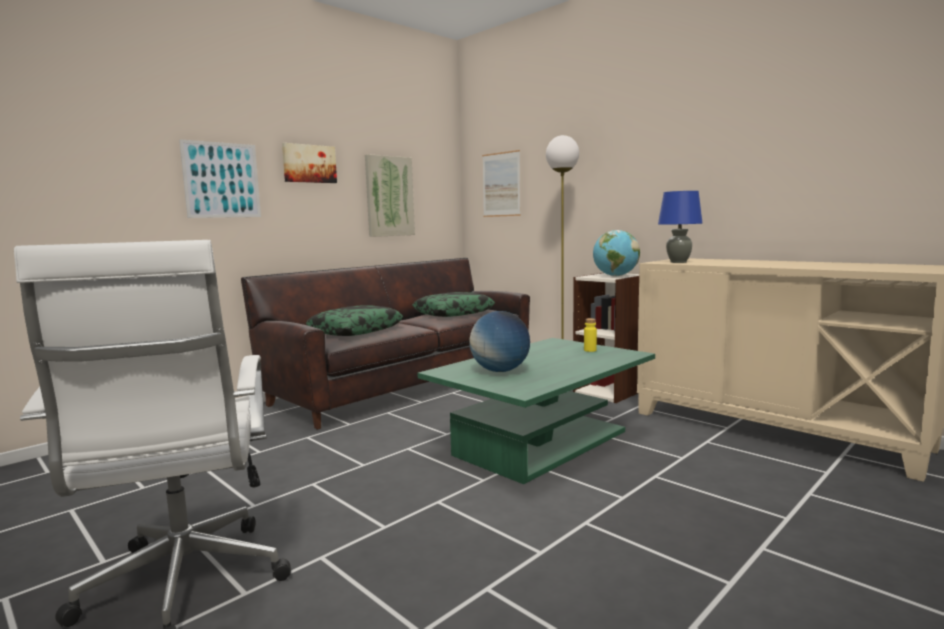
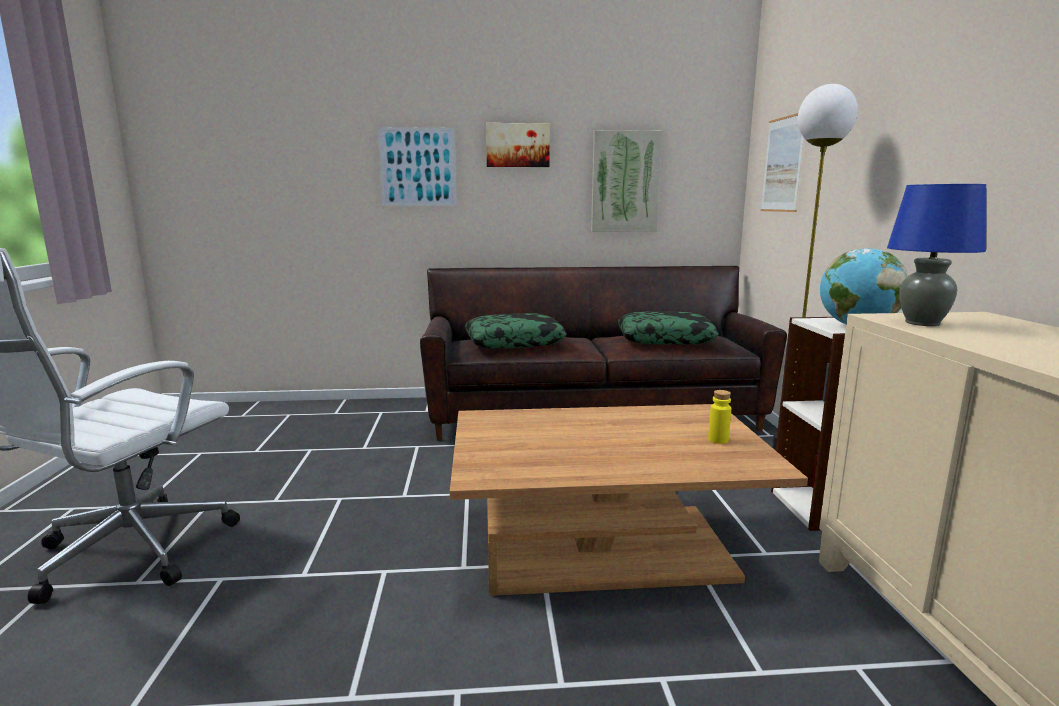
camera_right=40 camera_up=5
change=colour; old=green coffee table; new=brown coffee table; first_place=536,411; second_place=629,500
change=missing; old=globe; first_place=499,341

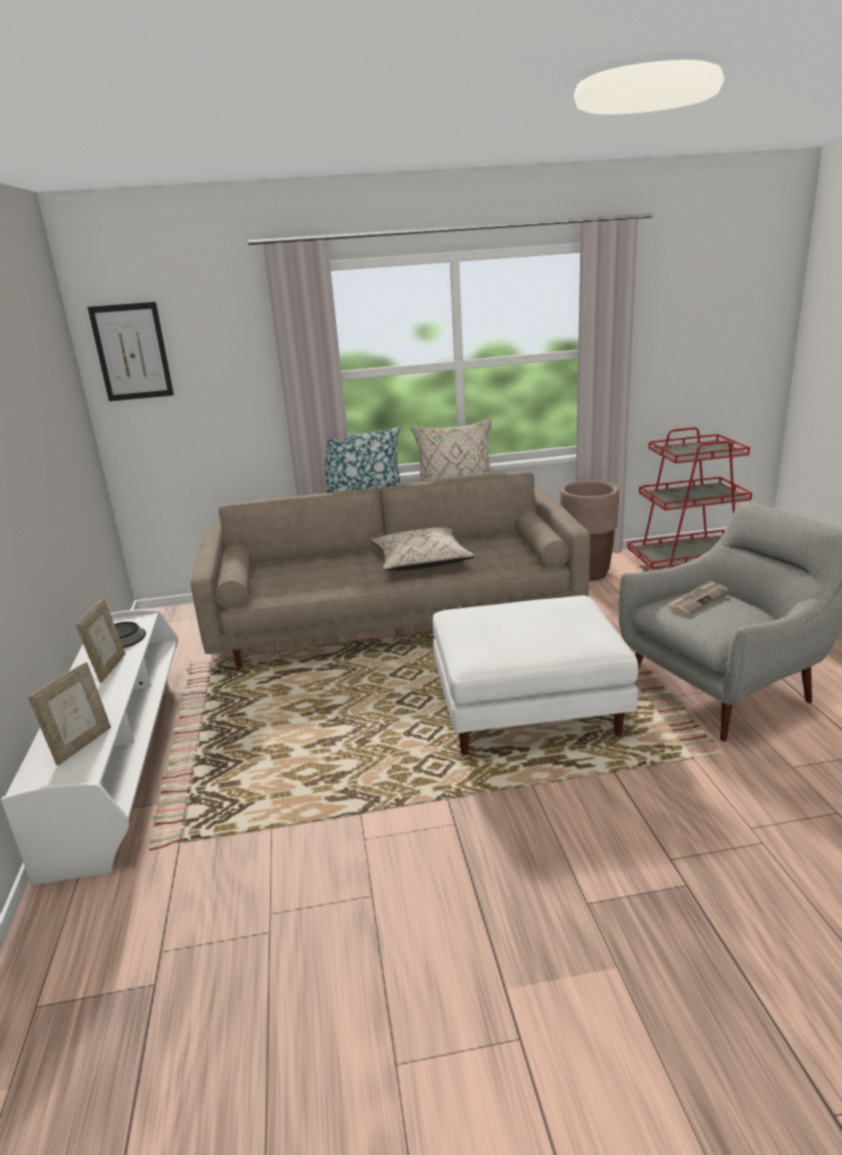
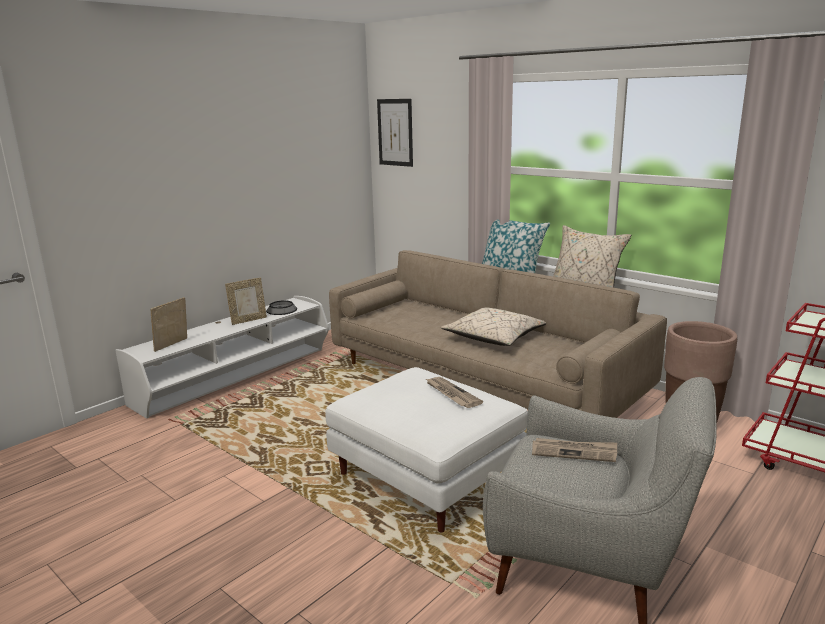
camera_right=50 camera_up=-5
change=spun; old=picture frame; first_place=69,714; second_place=168,324; degrees=135
change=appeared; new=newspaper; second_place=454,392

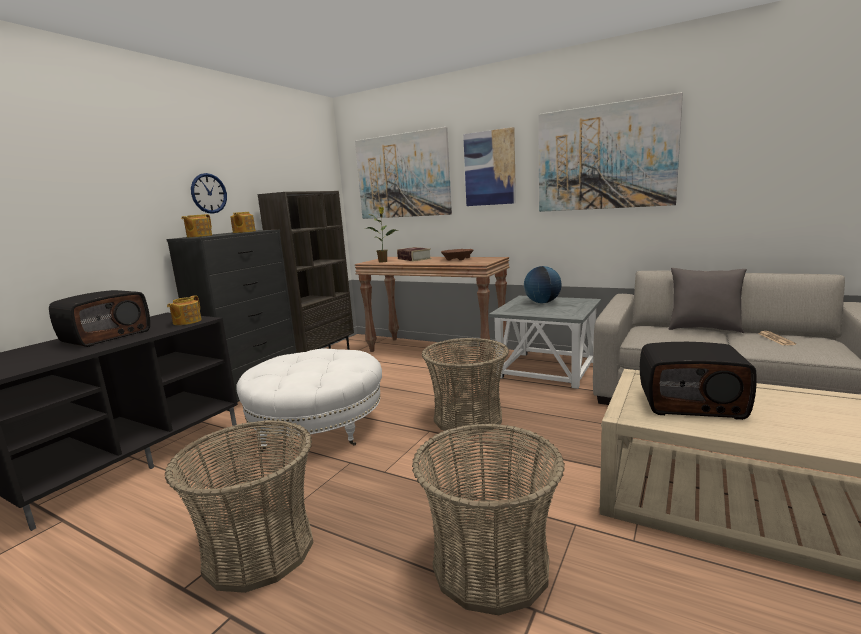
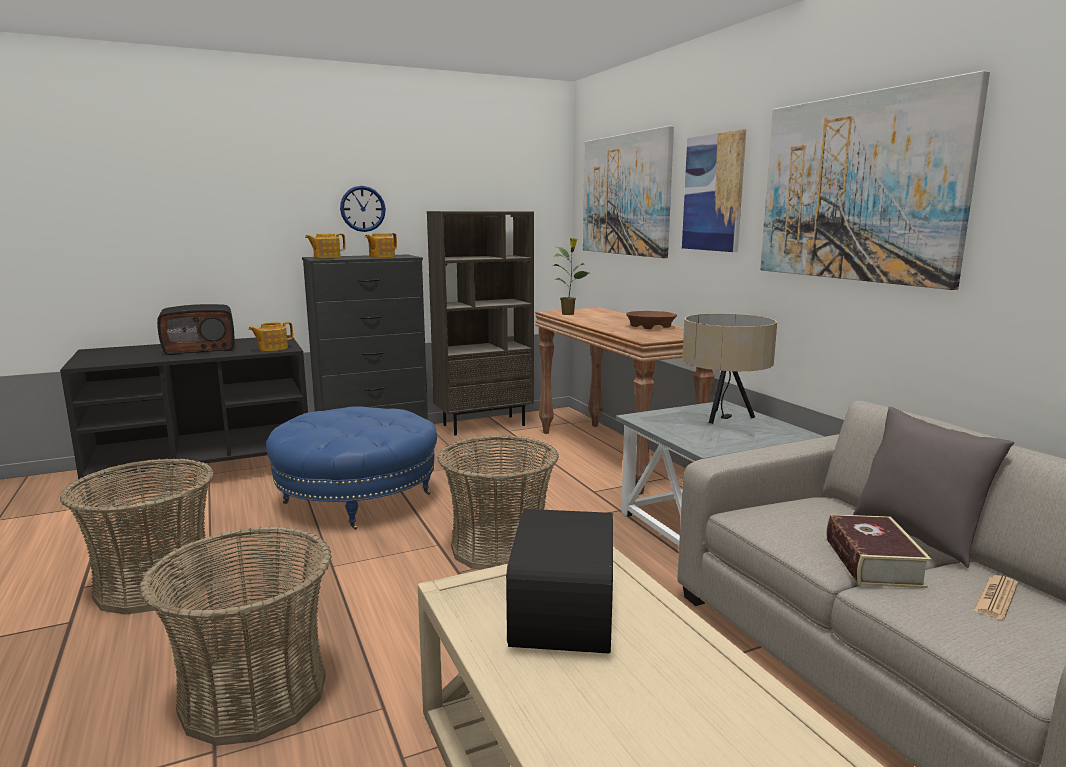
camera_right=35 camera_up=0
change=colour; old=white ottoman; new=blue ottoman; first_place=309,400; second_place=351,468
change=relocated; old=book; first_place=414,254; second_place=879,551
change=exchanged; old=globe; new=beige table lamp; first_place=543,284; second_place=729,368
change=spun; old=radio; first_place=698,381; second_place=559,581; degrees=-135

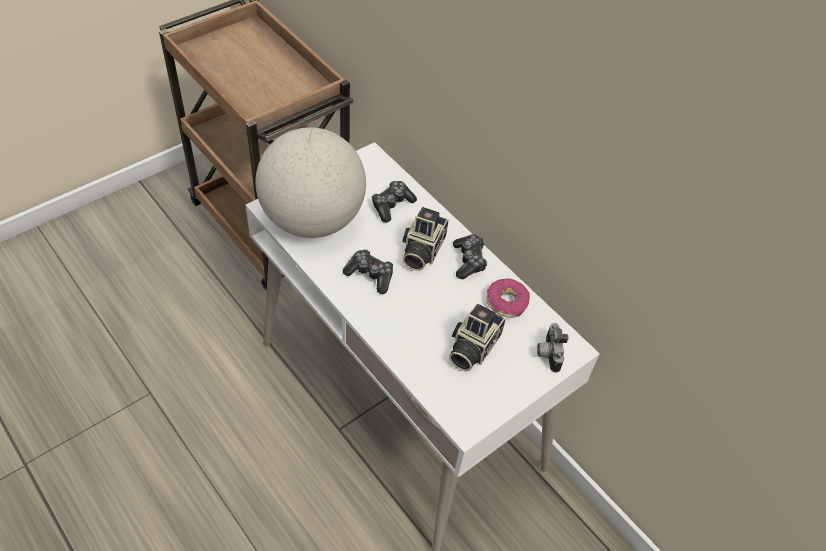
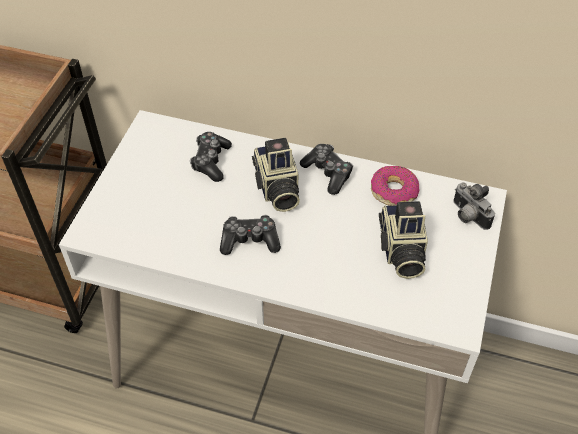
camera_right=-30 camera_up=0
change=missing; old=globe; first_place=310,182

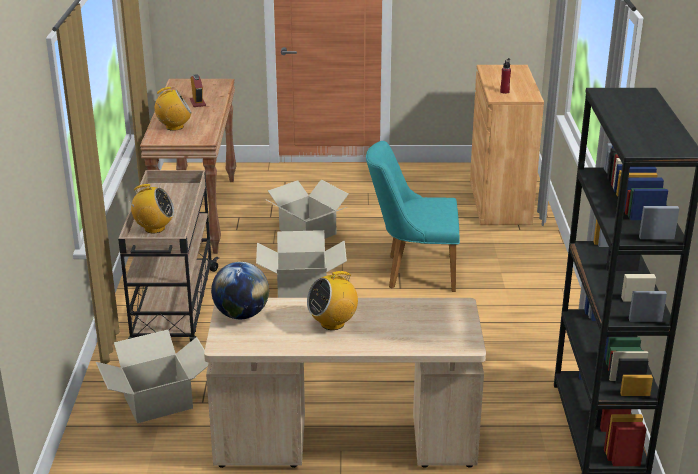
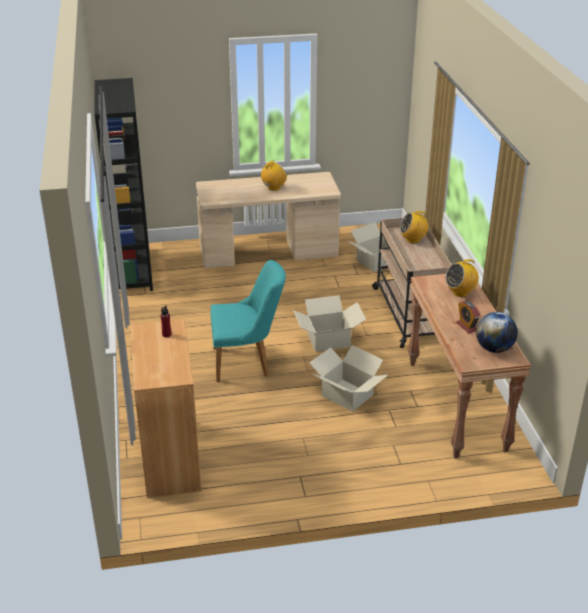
camera_right=170 camera_up=5
change=relocated; old=globe; first_place=240,290; second_place=497,332

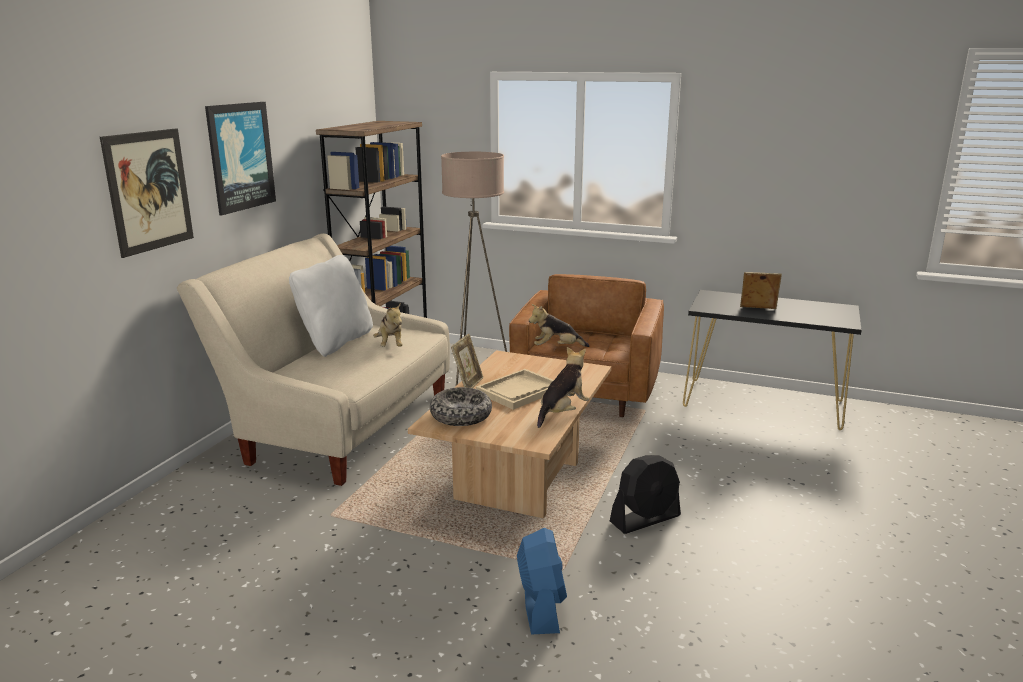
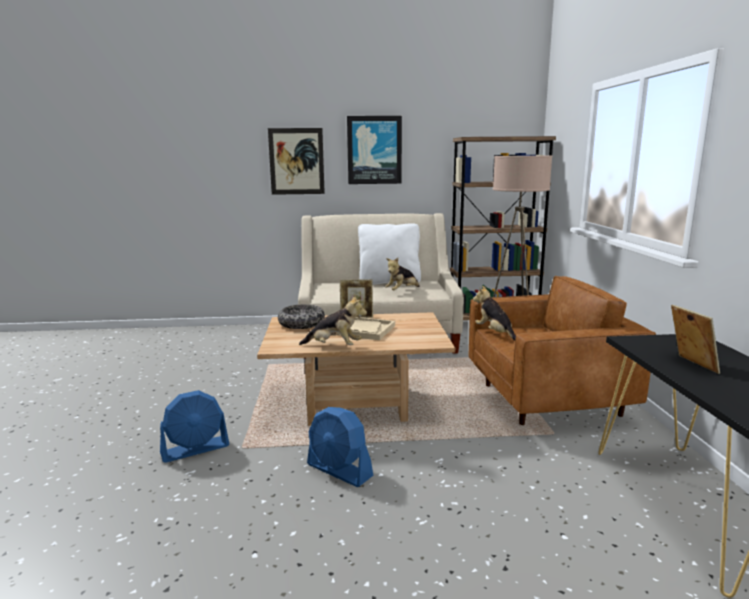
camera_right=65 camera_up=-5
change=colour; old=black fan; new=blue fan; first_place=645,494; second_place=340,447

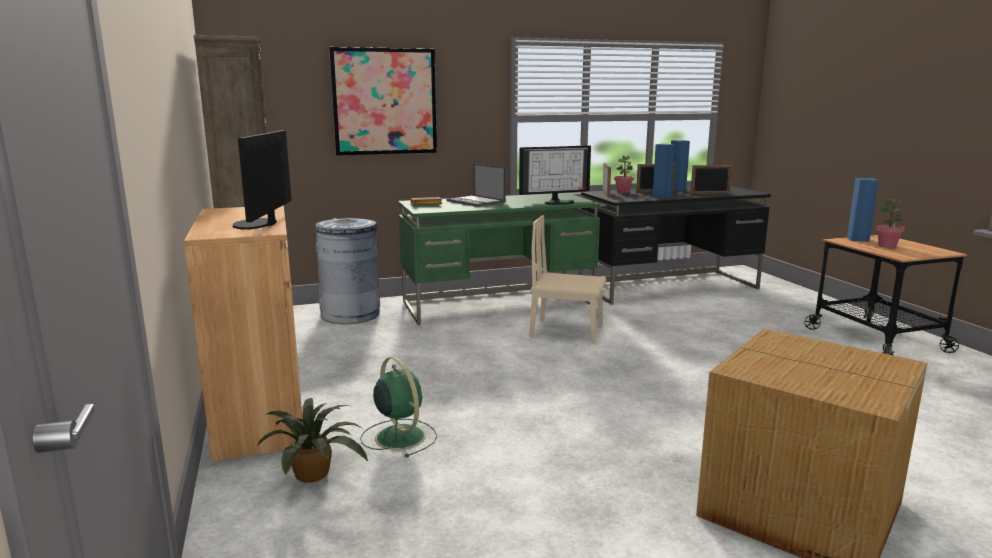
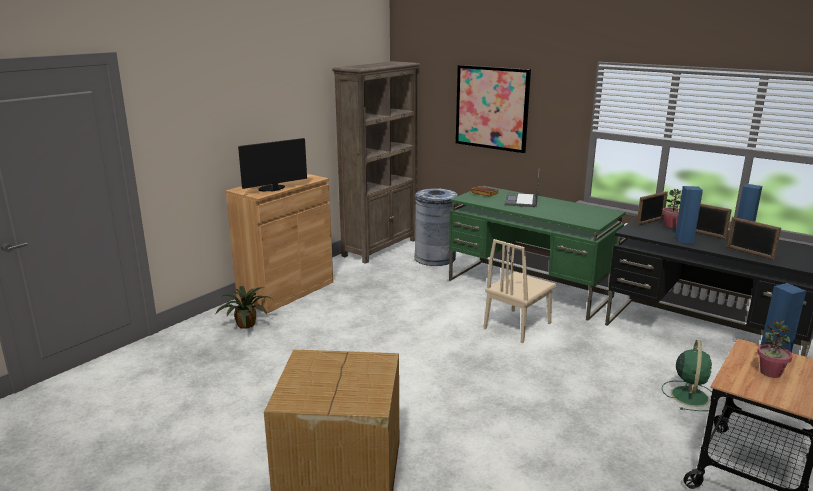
camera_right=55 camera_up=5
change=relocated; old=green fan; first_place=398,407; second_place=690,375
change=missing; old=monitor; first_place=555,175
change=spun; old=beige chair; first_place=567,279; second_place=519,291; degrees=-120

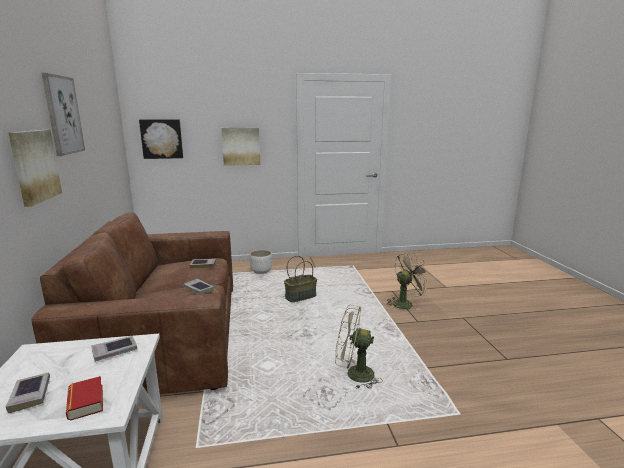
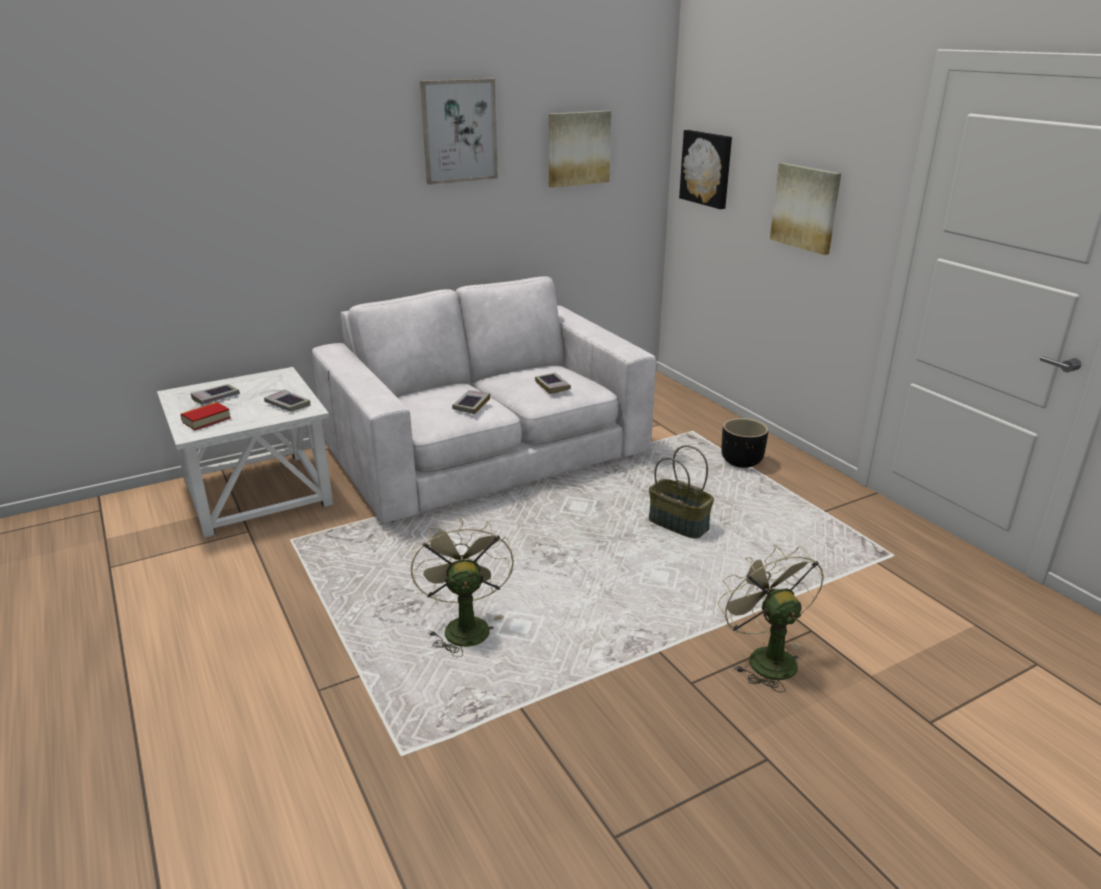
camera_right=70 camera_up=10
change=relocated; old=picture; first_place=35,168; second_place=580,149
change=colour; old=brown sofa; new=white sofa; first_place=132,303; second_place=484,399
change=colour; old=white planter; new=black planter; first_place=260,262; second_place=744,443
change=spun; old=beige fan; first_place=408,281; second_place=771,619; degrees=-150

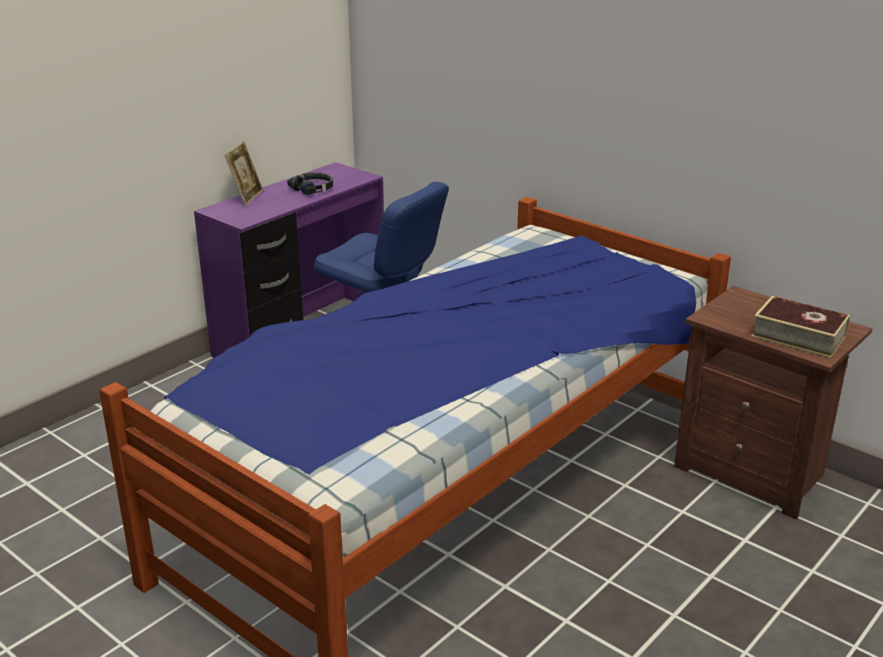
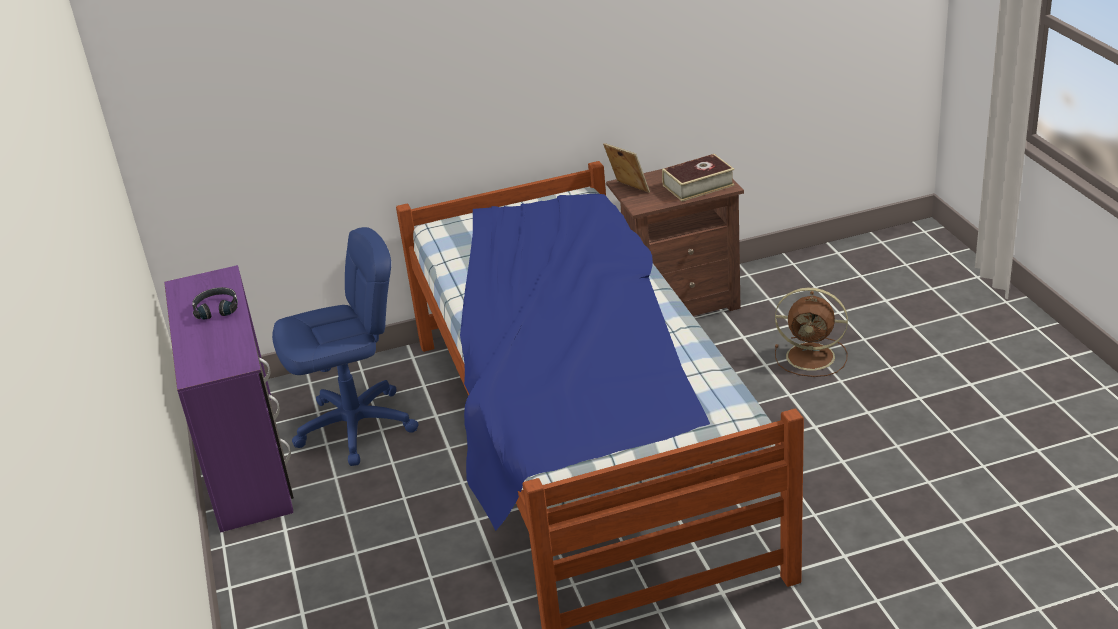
camera_right=-55 camera_up=5
change=relocated; old=picture frame; first_place=244,173; second_place=626,168
change=appeared; new=brown fan; second_place=811,332

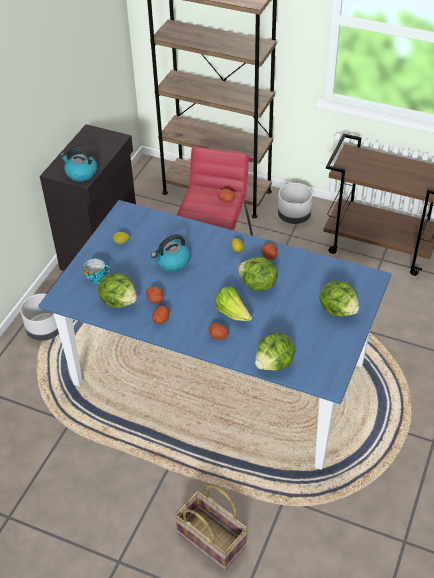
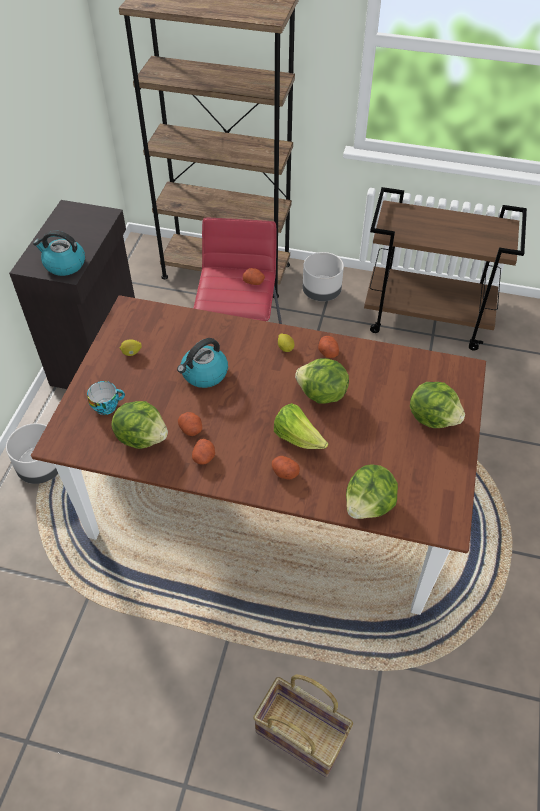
camera_right=-10 camera_up=5
change=colour; old=blue dining table; new=brown dining table; first_place=214,335; second_place=258,455

